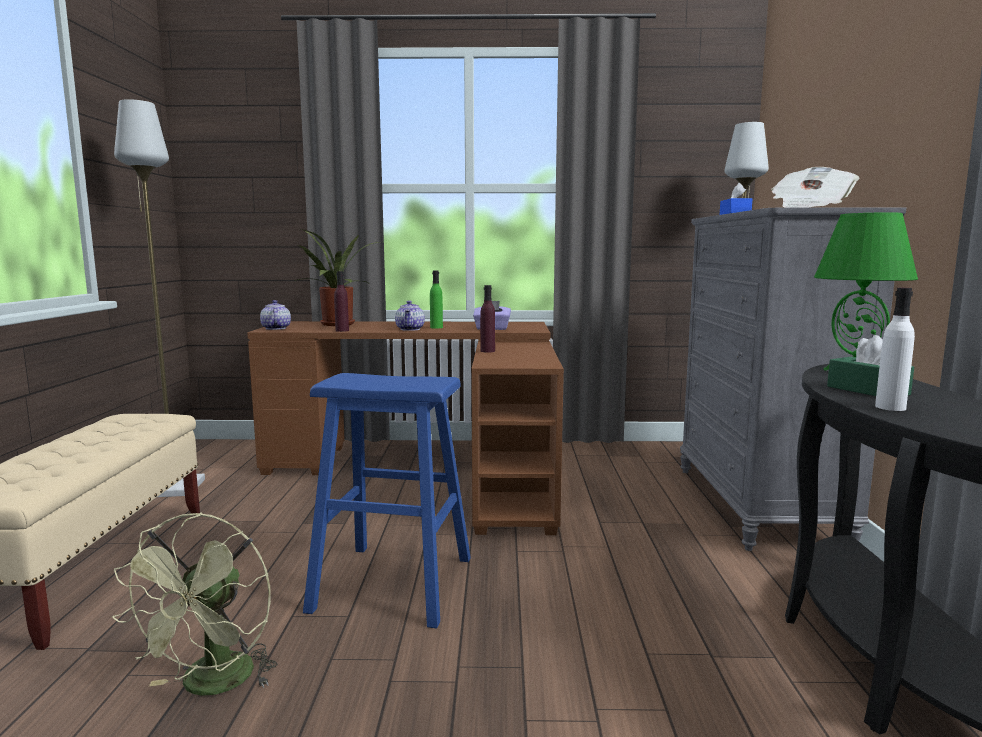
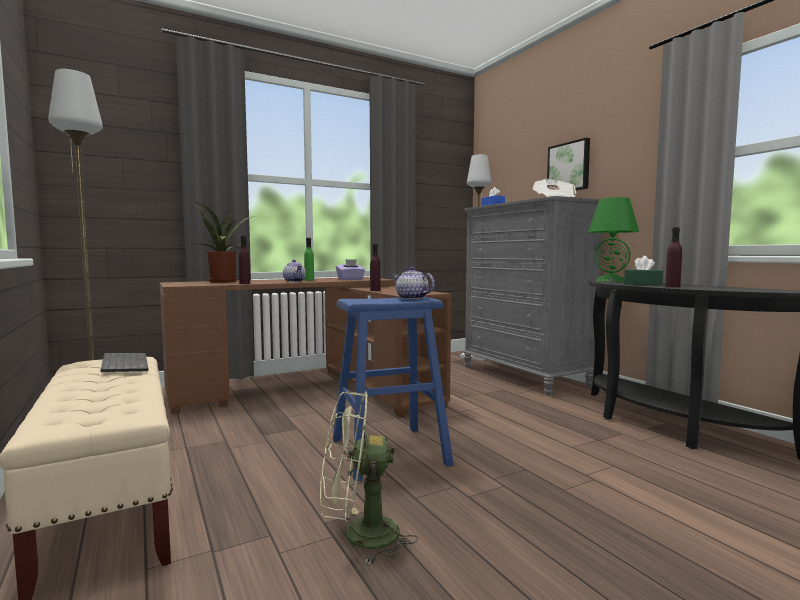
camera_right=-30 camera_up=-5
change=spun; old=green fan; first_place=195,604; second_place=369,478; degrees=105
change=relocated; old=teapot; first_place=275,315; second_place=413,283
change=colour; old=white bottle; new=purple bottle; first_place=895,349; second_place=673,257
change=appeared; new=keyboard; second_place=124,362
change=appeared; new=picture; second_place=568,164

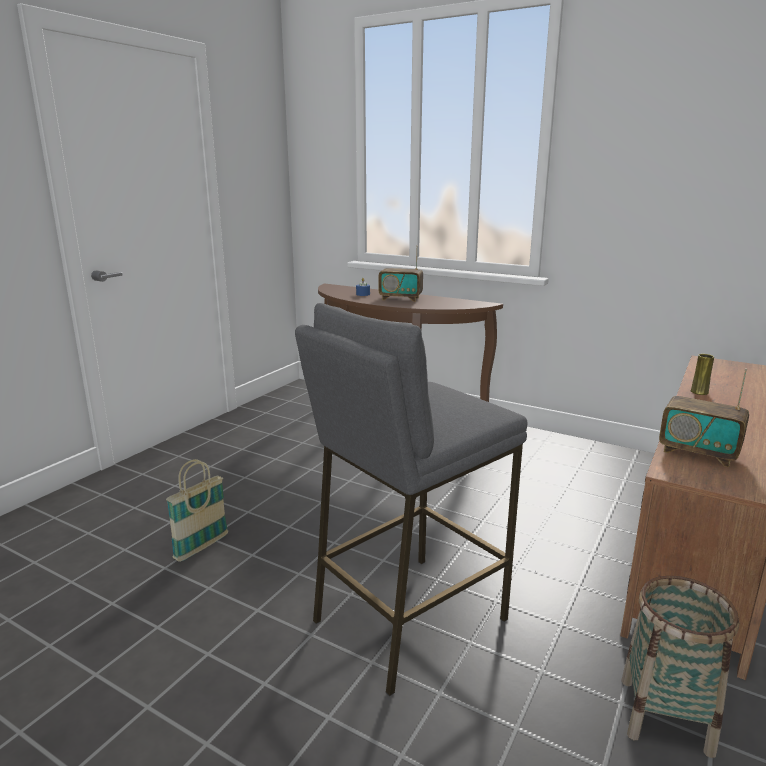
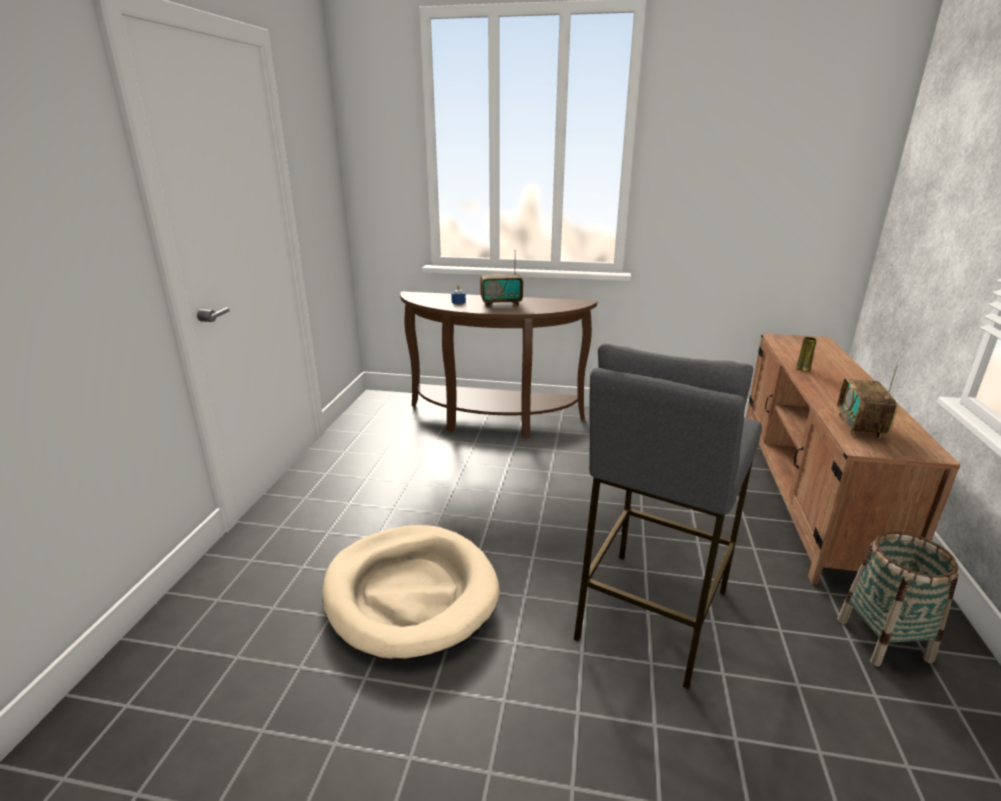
camera_right=-20 camera_up=5
change=exchanged; old=basket; new=beige dog bed; first_place=197,510; second_place=411,592
change=spun; old=radio; first_place=704,417; second_place=867,402; degrees=90

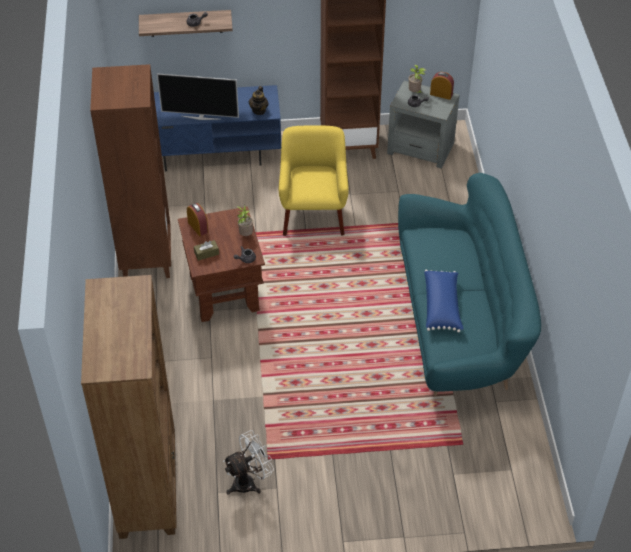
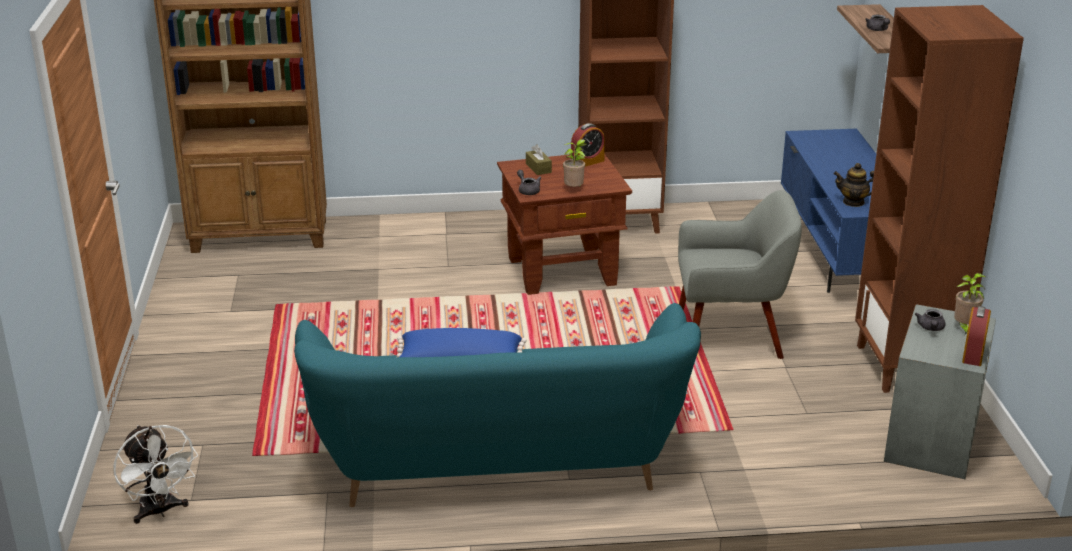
camera_right=90 camera_up=-20
change=missing; old=television; first_place=198,96
change=relocated; old=white fan; first_place=248,462; second_place=155,474
change=colour; old=yellow armchair; new=grey armchair; first_place=314,180; second_place=740,274

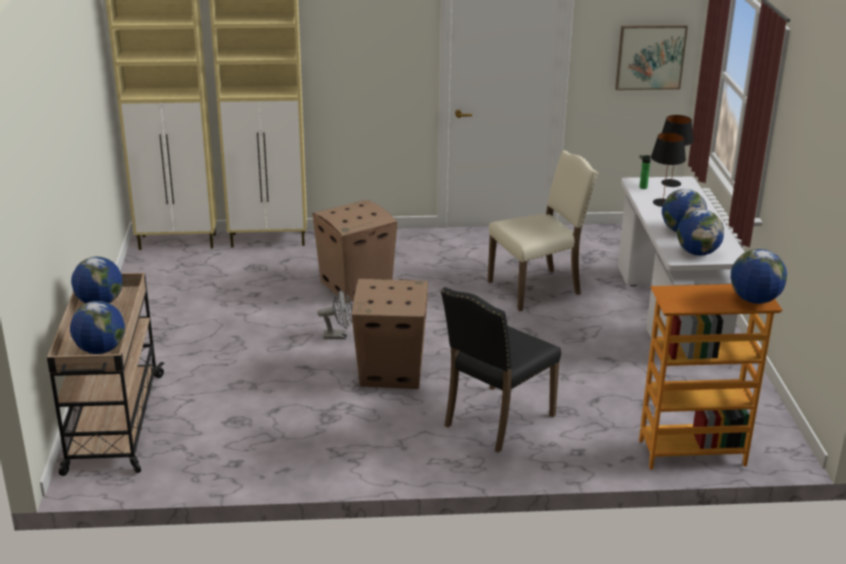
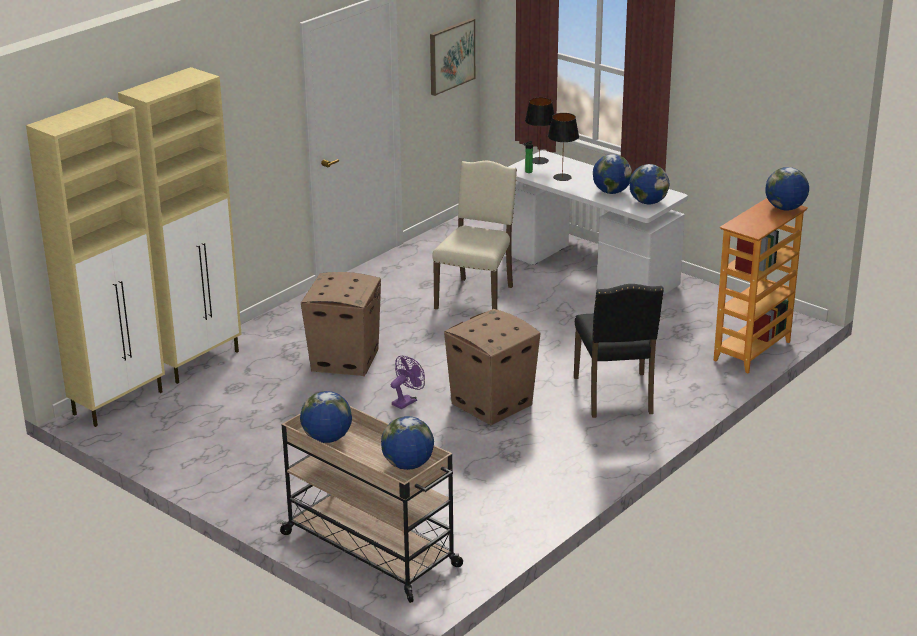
camera_right=-45 camera_up=0
change=colour; old=grey fan; new=purple fan; first_place=335,314; second_place=408,382

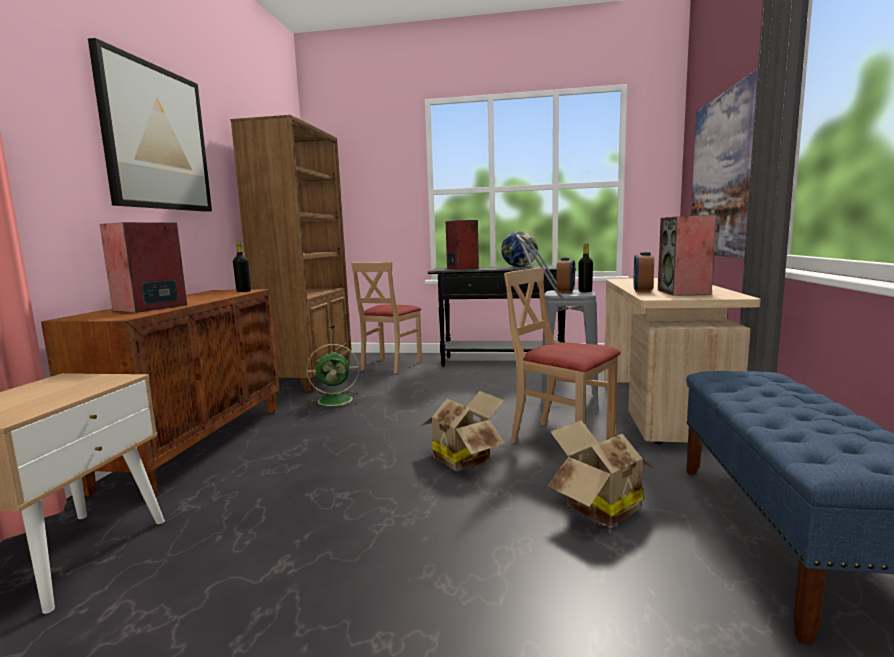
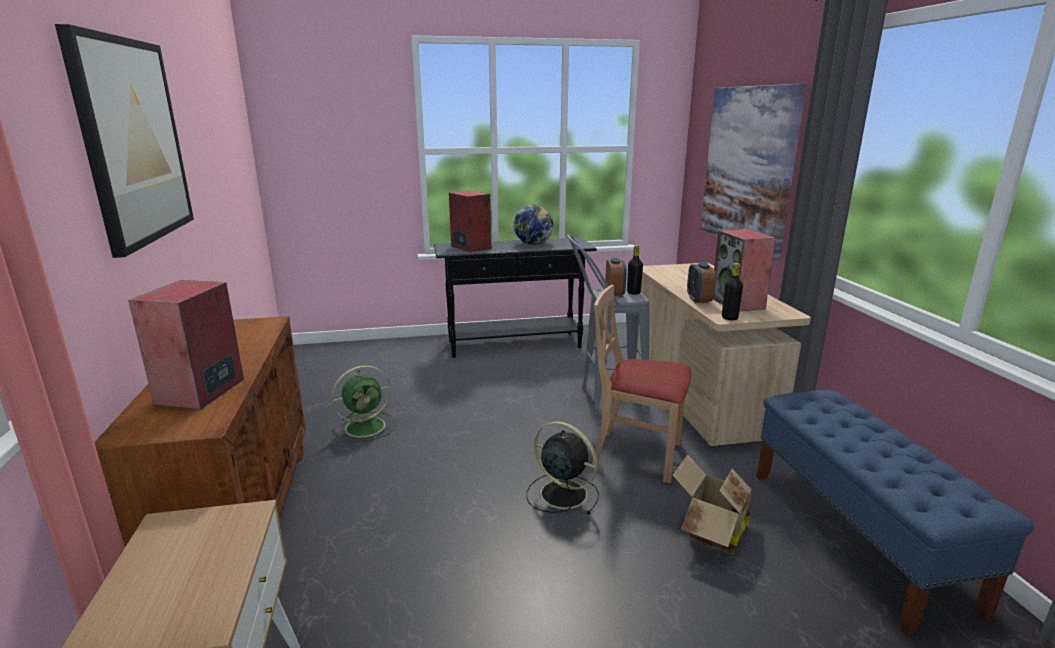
camera_right=-20 camera_up=10
change=missing; old=brown bookcase; first_place=291,253
change=relocated; old=black bottle; first_place=242,267; second_place=732,292
change=missing; old=beige chair; first_place=386,317
change=exchanged; old=cardboard box; new=black fan; first_place=463,431; second_place=562,468

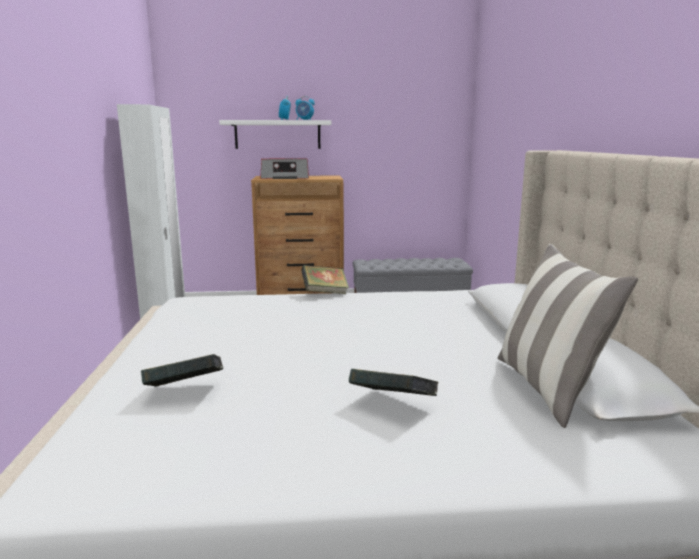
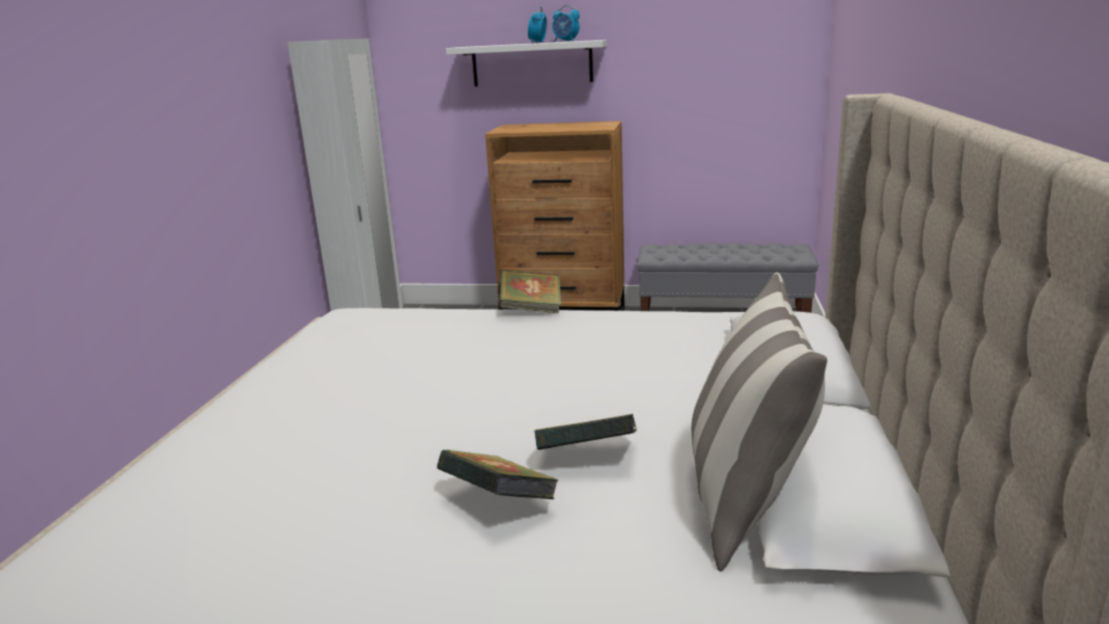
camera_right=15 camera_up=5
change=relocated; old=book; first_place=182,370; second_place=585,432
change=missing; old=radio; first_place=284,169

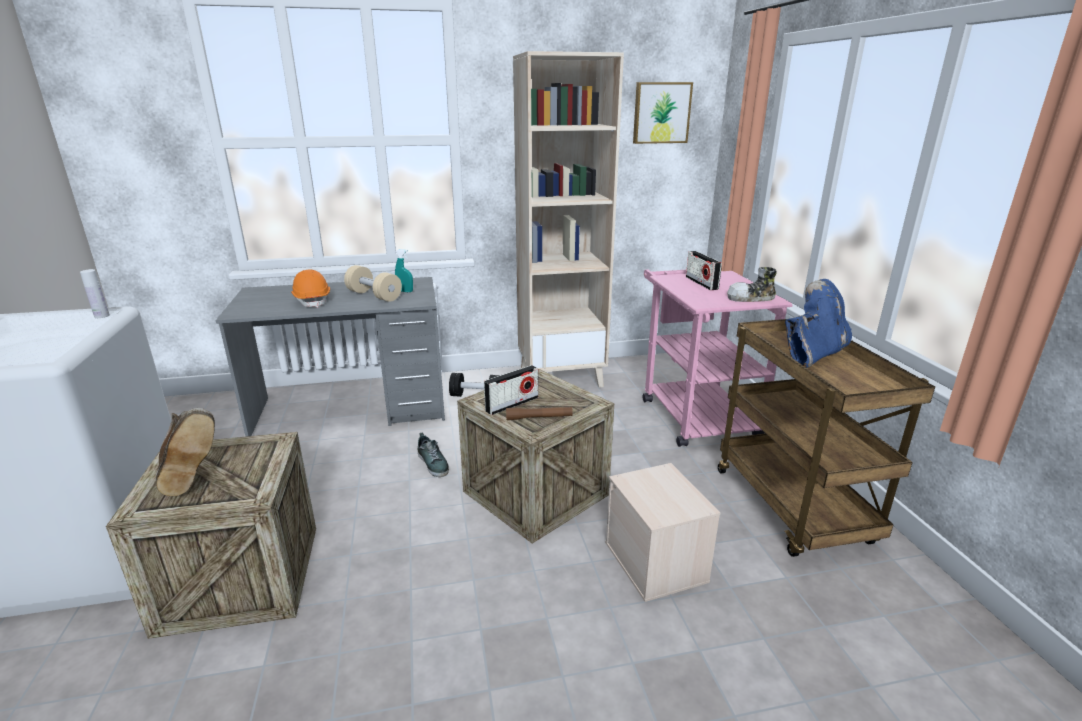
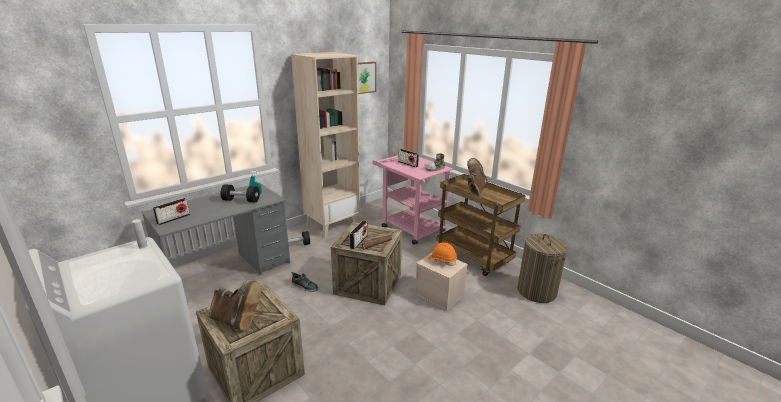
camera_right=-30 camera_up=0
change=relocated; old=orange hard hat; first_place=310,289; second_place=442,254
change=colour; old=beige dumbbell; new=black dumbbell; first_place=373,283; second_place=240,193
change=colour; old=blue boot; new=brown boot; first_place=818,323; second_place=477,177
change=appeared; new=radio; second_place=171,211
change=appeared; new=laundry basket; second_place=542,268

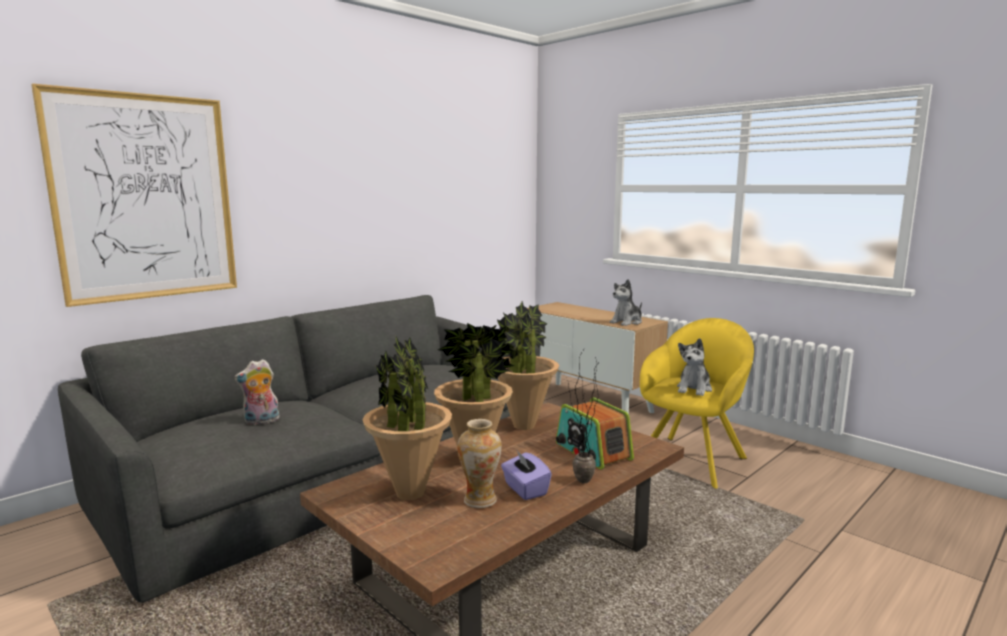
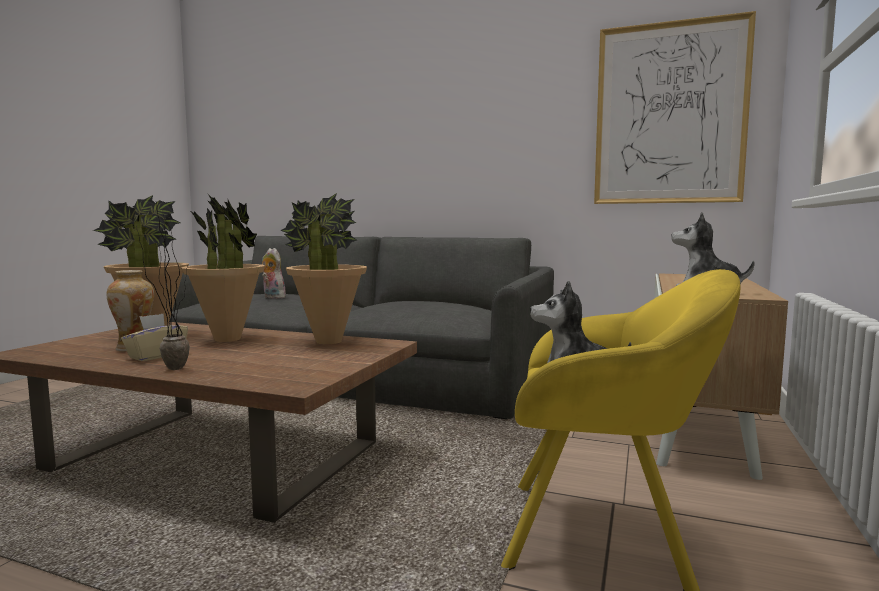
camera_right=65 camera_up=-5
change=relocated; old=picture; first_place=134,195; second_place=675,107
change=colour; old=purple tissue box; new=beige tissue box; first_place=526,475; second_place=154,337
change=missing; old=radio; first_place=595,433

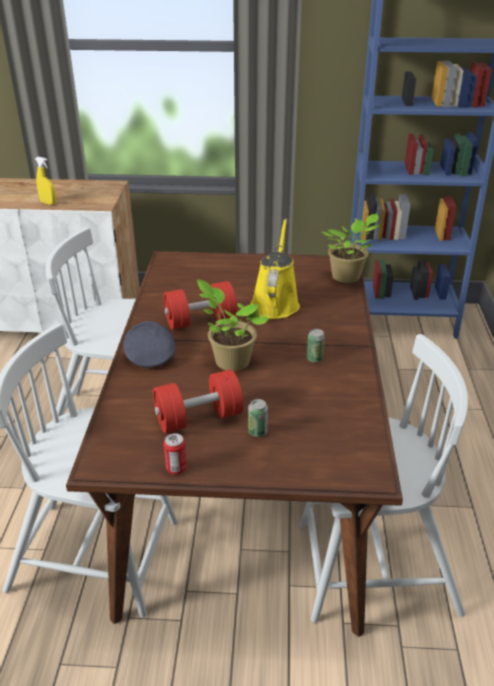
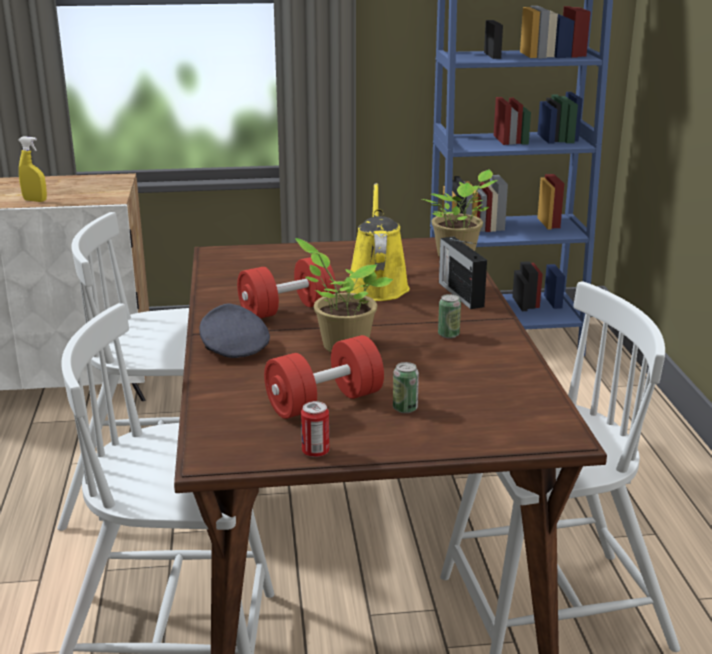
camera_right=-10 camera_up=-10
change=appeared; new=radio; second_place=463,272

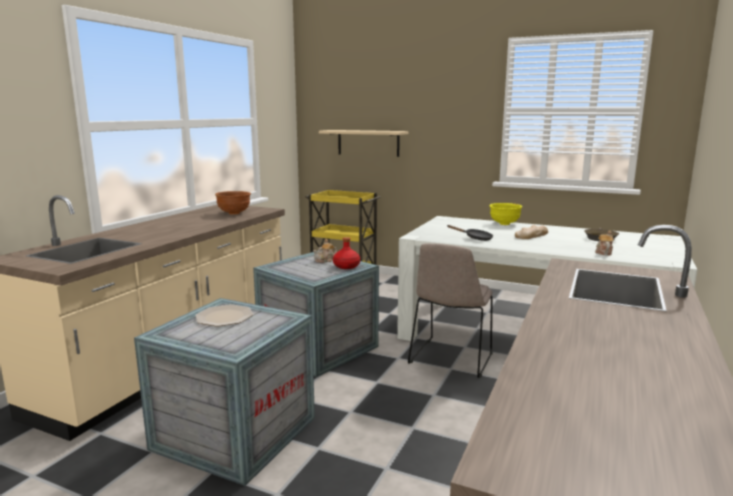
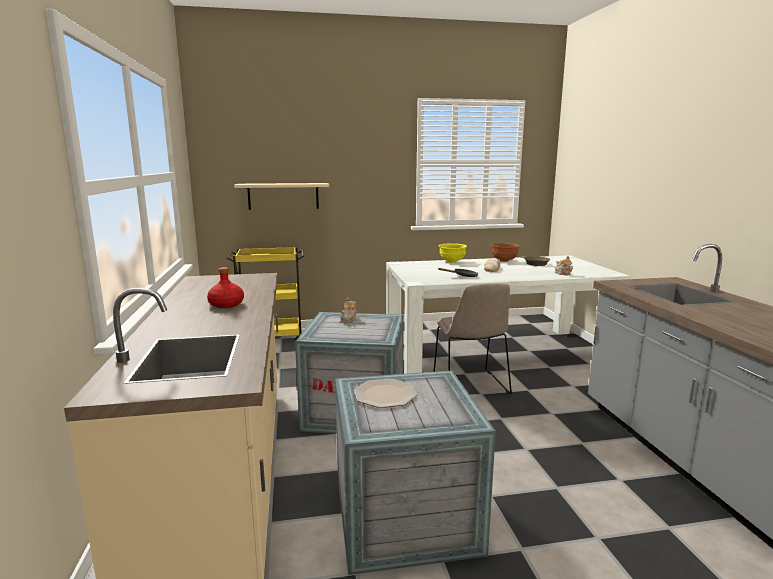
camera_right=-35 camera_up=0
change=relocated; old=brown bowl; first_place=233,203; second_place=505,252
change=relocated; old=red bottle; first_place=346,253; second_place=225,287

